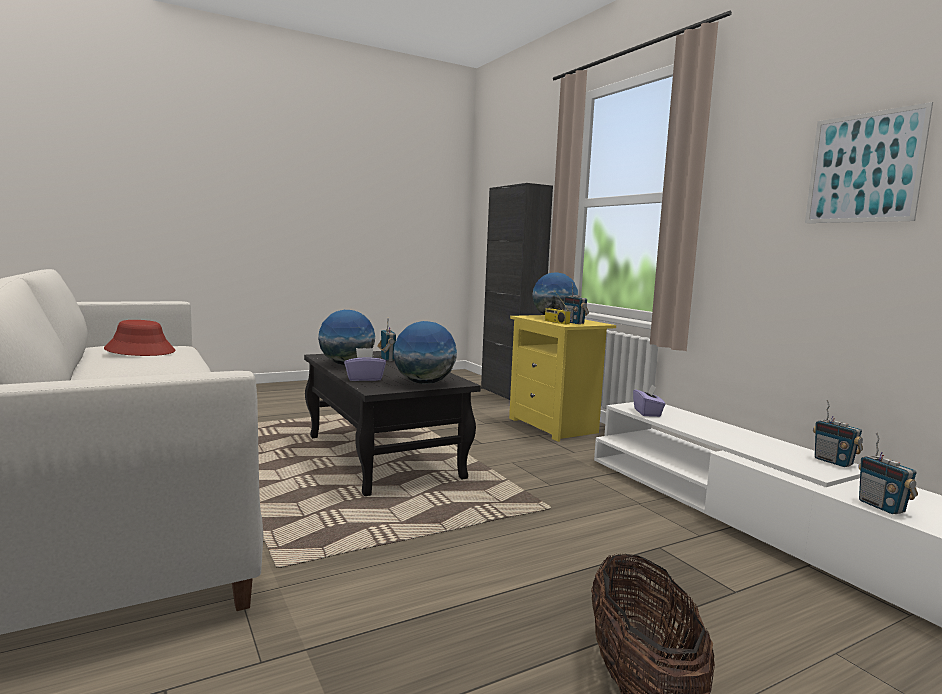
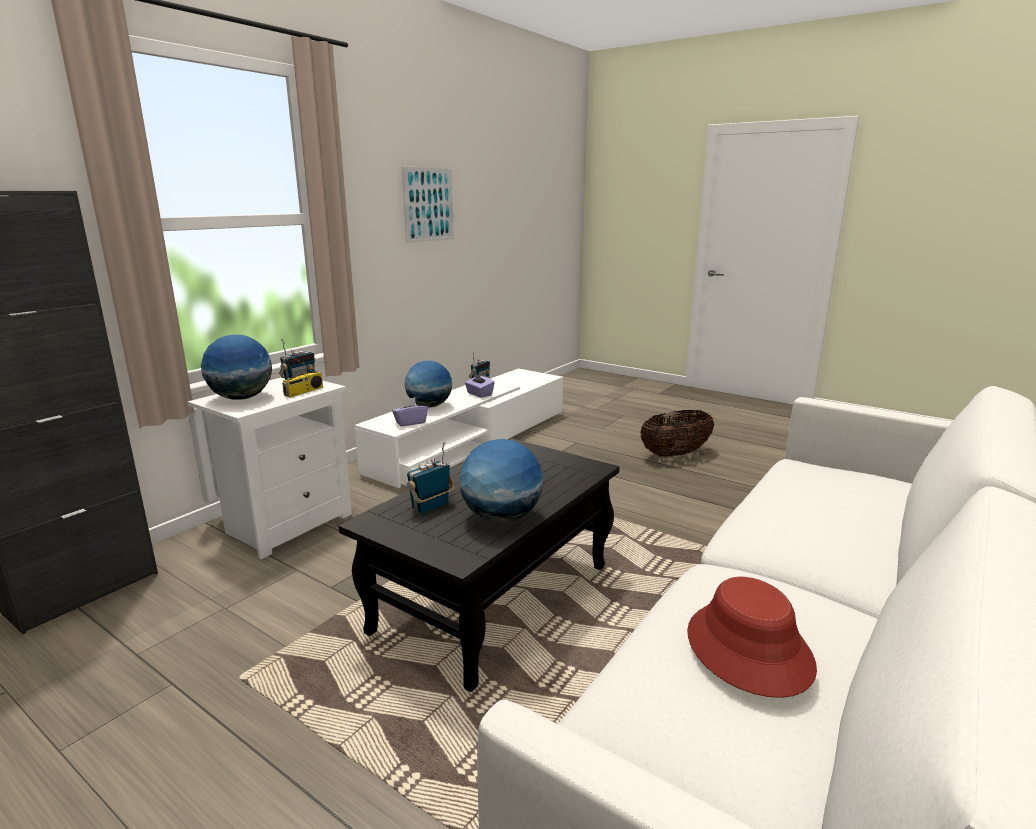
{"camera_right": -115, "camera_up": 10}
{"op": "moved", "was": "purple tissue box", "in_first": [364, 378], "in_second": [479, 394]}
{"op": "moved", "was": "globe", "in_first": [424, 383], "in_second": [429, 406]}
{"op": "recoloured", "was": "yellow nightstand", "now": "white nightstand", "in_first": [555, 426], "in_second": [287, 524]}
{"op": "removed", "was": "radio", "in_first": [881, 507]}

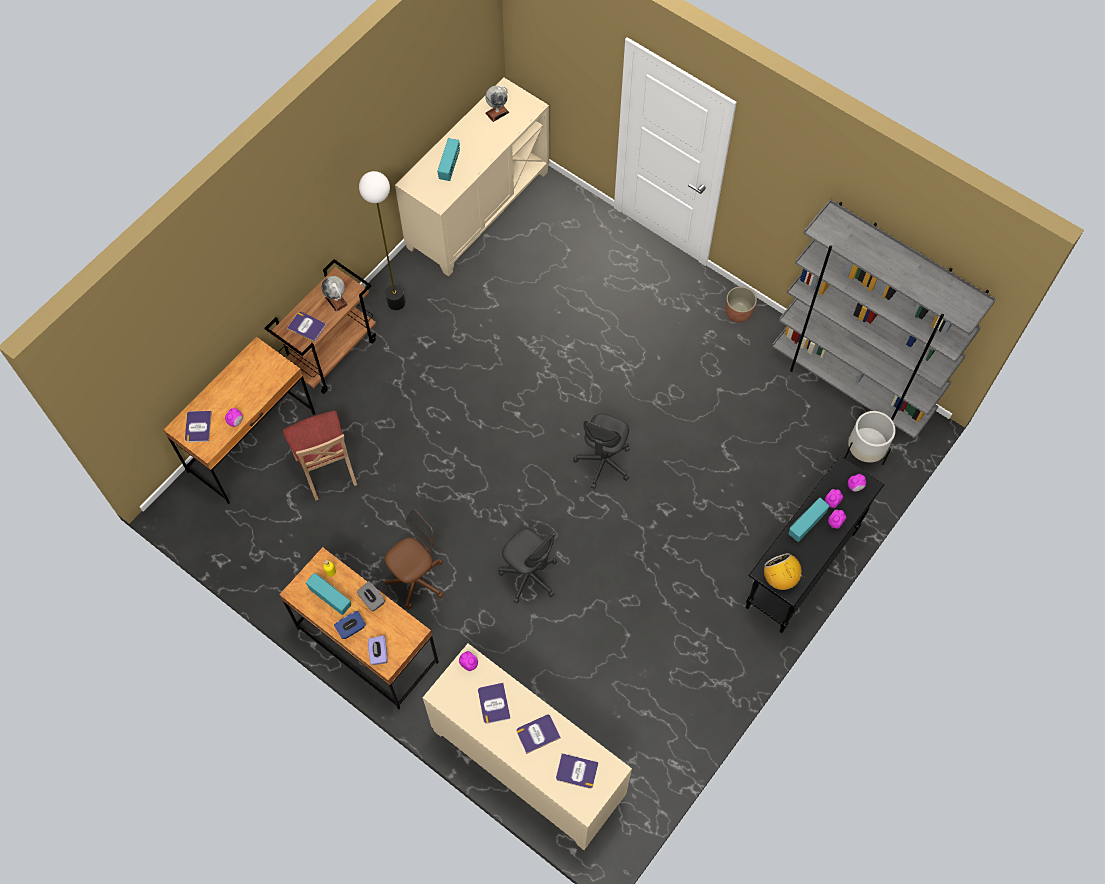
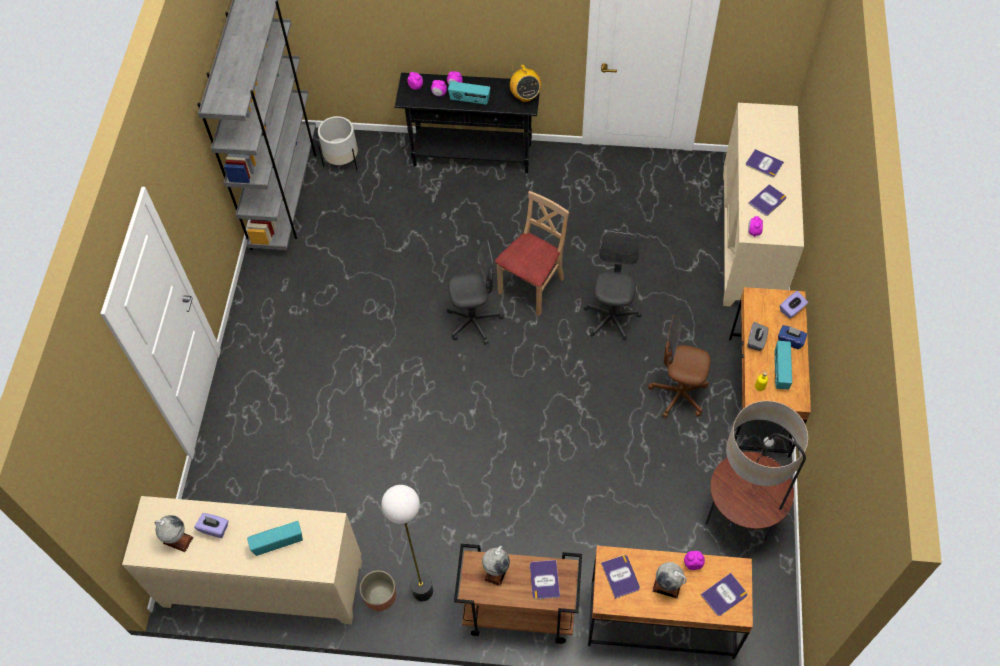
{"camera_right": -120, "camera_up": -5}
{"op": "moved", "was": "beige chair", "in_first": [327, 470], "in_second": [532, 287]}
{"op": "moved", "was": "book", "in_first": [576, 771], "in_second": [620, 576]}
{"op": "moved", "was": "planter", "in_first": [738, 313], "in_second": [380, 597]}
{"op": "turned", "was": "radio", "in_first": [780, 578], "in_second": [525, 96], "clockwise": -45}
{"op": "added", "now": "purple tissue box", "in_second": [214, 528]}
{"op": "added", "now": "globe", "in_second": [667, 586]}
{"op": "added", "now": "floor lamp", "in_second": [739, 520]}

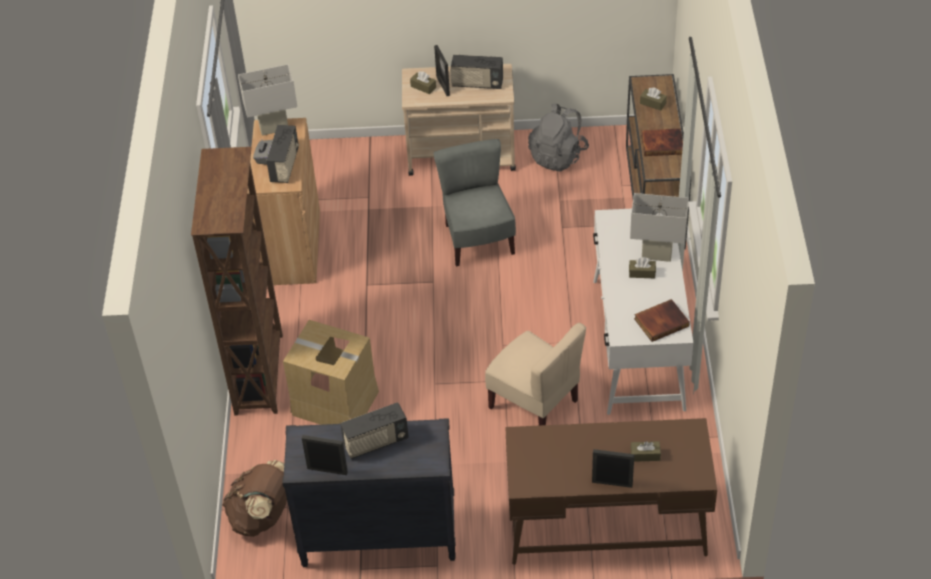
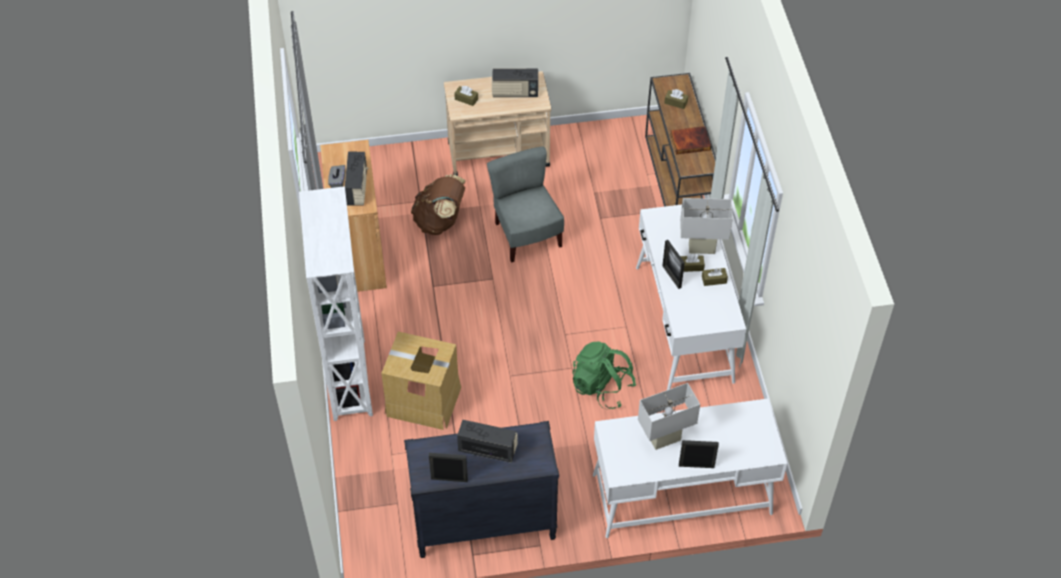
{"camera_right": -10, "camera_up": 5}
{"op": "recoloured", "was": "brown bookcase", "now": "white bookcase", "in_first": [260, 373], "in_second": [350, 379]}
{"op": "moved", "was": "brown backpack", "in_first": [262, 516], "in_second": [440, 221]}
{"op": "moved", "was": "white table lamp", "in_first": [274, 128], "in_second": [665, 439]}
{"op": "turned", "was": "radio", "in_first": [376, 442], "in_second": [488, 449], "clockwise": -135}
{"op": "moved", "was": "picture frame", "in_first": [443, 86], "in_second": [671, 276]}
{"op": "replaced", "was": "beige chair", "now": "green backpack", "in_first": [534, 403], "in_second": [602, 387]}
{"op": "recoloured", "was": "brown desk", "now": "white desk", "in_first": [606, 524], "in_second": [681, 493]}
{"op": "removed", "was": "grey backpack", "in_first": [558, 156]}
{"op": "moved", "was": "brown tissue box", "in_first": [645, 455], "in_second": [714, 280]}
{"op": "removed", "was": "book", "in_first": [661, 321]}

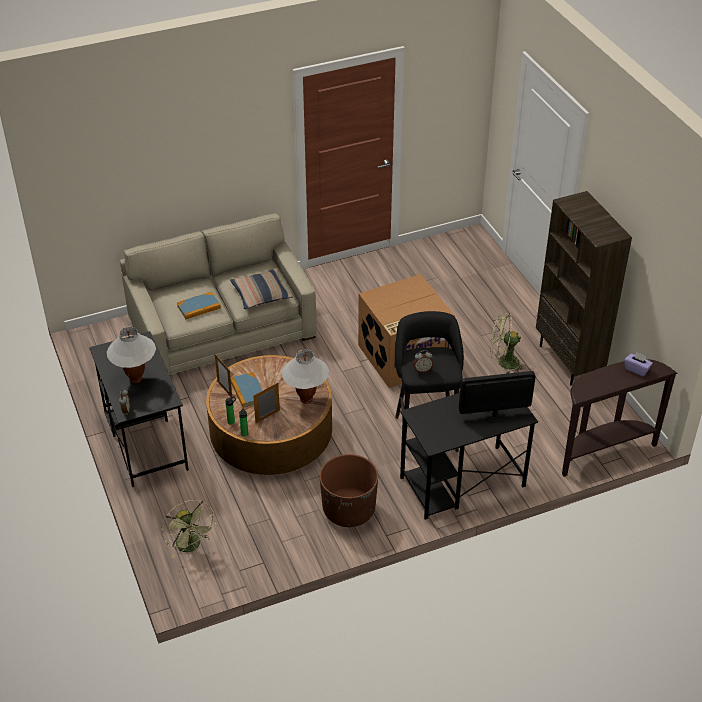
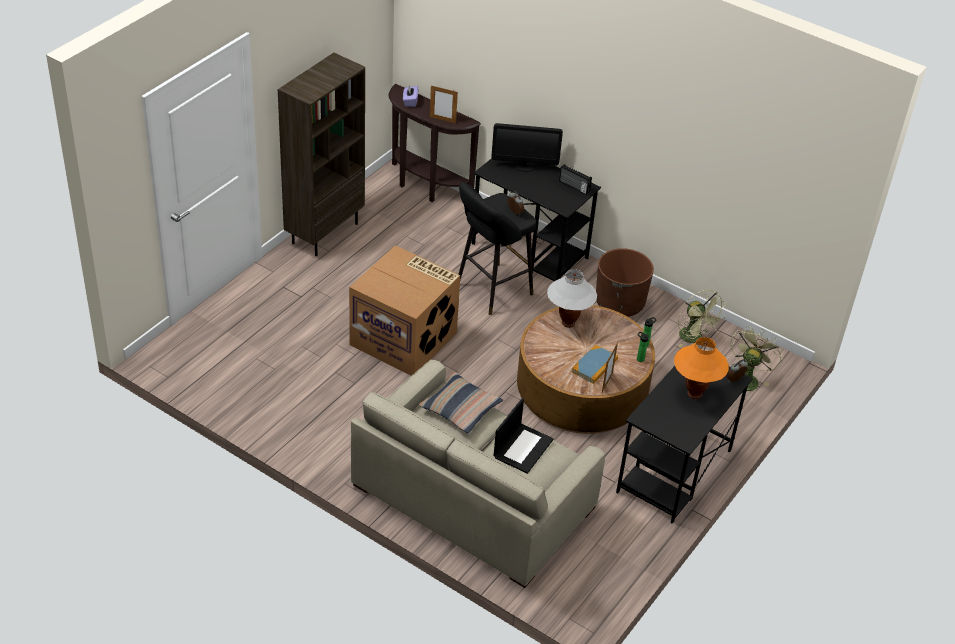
{"camera_right": -125, "camera_up": 0}
{"op": "recoloured", "was": "white table lamp", "now": "orange table lamp", "in_first": [135, 379], "in_second": [694, 394]}
{"op": "replaced", "was": "book", "now": "laptop", "in_first": [199, 307], "in_second": [523, 447]}
{"op": "moved", "was": "picture frame", "in_first": [267, 417], "in_second": [442, 120]}
{"op": "turned", "was": "monitor", "in_first": [494, 416], "in_second": [524, 166], "clockwise": -45}
{"op": "moved", "was": "green fan", "in_first": [503, 362], "in_second": [694, 338]}
{"op": "added", "now": "radio", "in_second": [574, 187]}

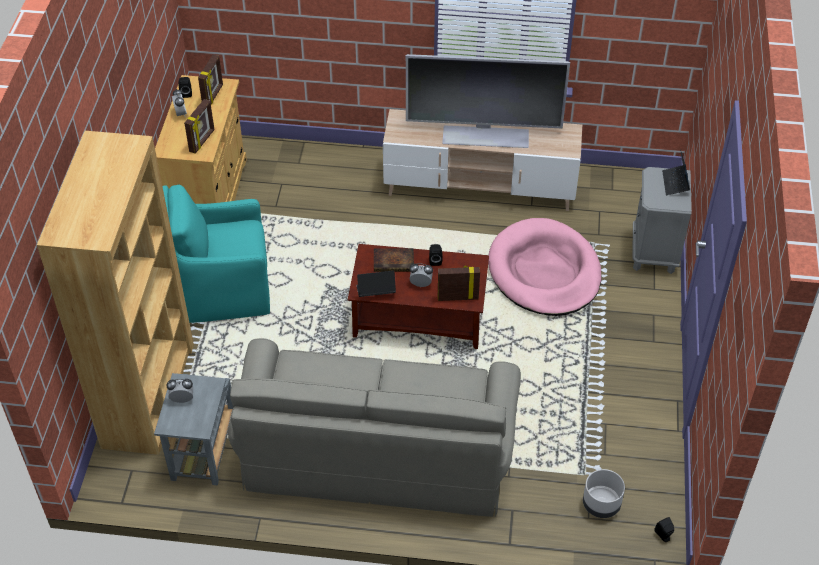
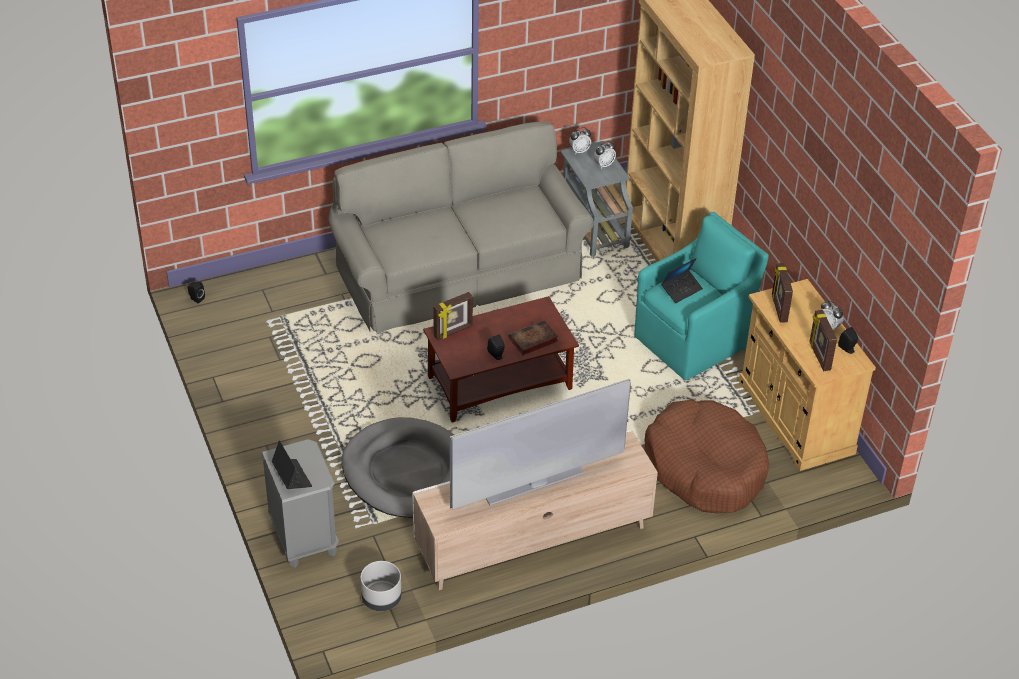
{"camera_right": 150, "camera_up": -5}
{"op": "moved", "was": "laptop", "in_first": [375, 291], "in_second": [681, 289]}
{"op": "moved", "was": "alarm clock", "in_first": [420, 284], "in_second": [579, 151]}
{"op": "recoloured", "was": "pink dog bed", "now": "grey dog bed", "in_first": [544, 271], "in_second": [408, 472]}
{"op": "moved", "was": "grey planter", "in_first": [601, 504], "in_second": [381, 599]}
{"op": "added", "now": "brown dog bed", "in_second": [705, 467]}

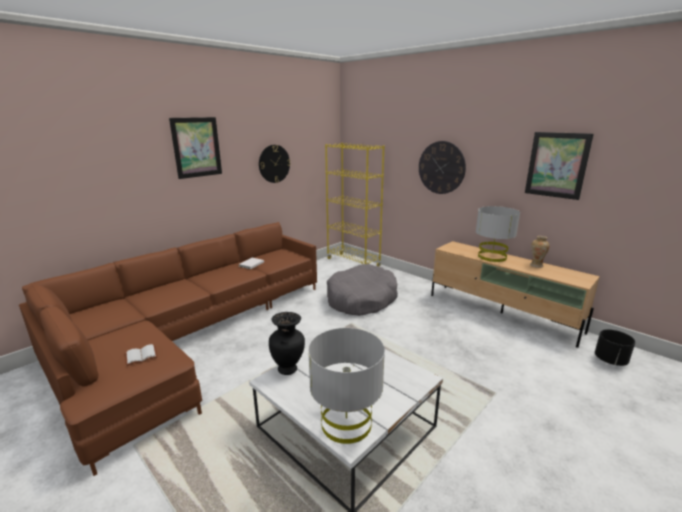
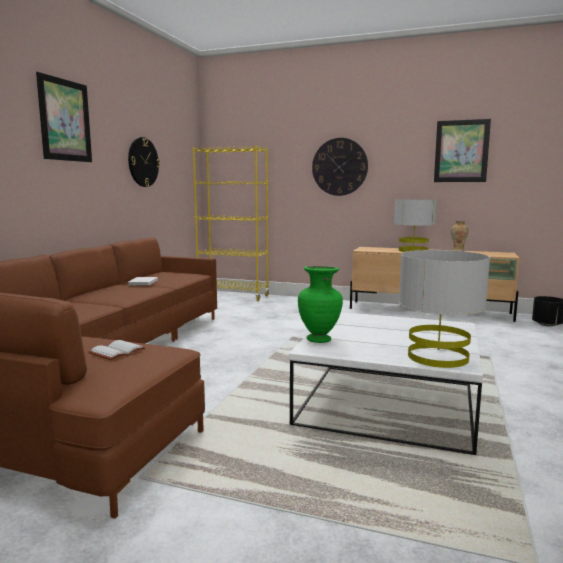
{"camera_right": -25, "camera_up": -10}
{"op": "recoloured", "was": "black vase", "now": "green vase", "in_first": [288, 369], "in_second": [319, 340]}
{"op": "removed", "was": "grey dog bed", "in_first": [361, 299]}

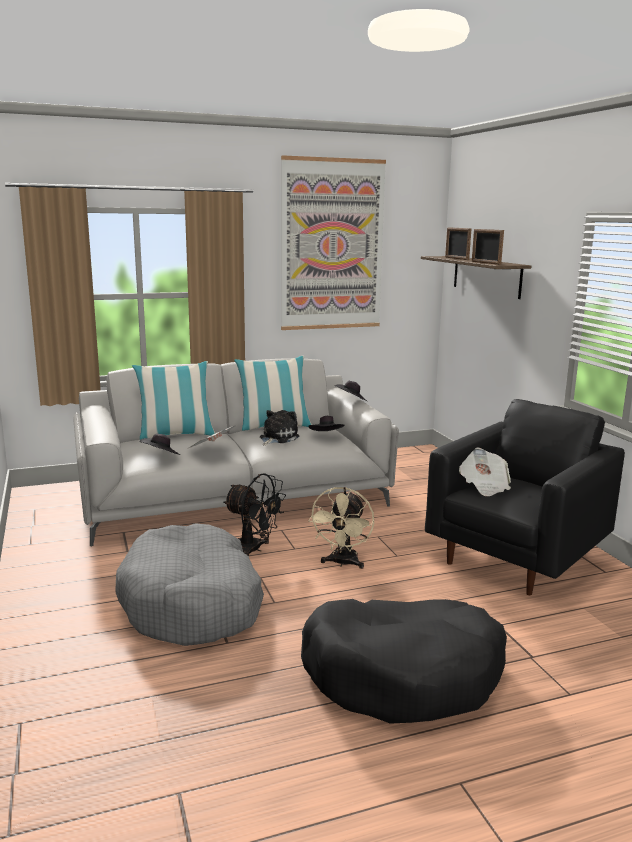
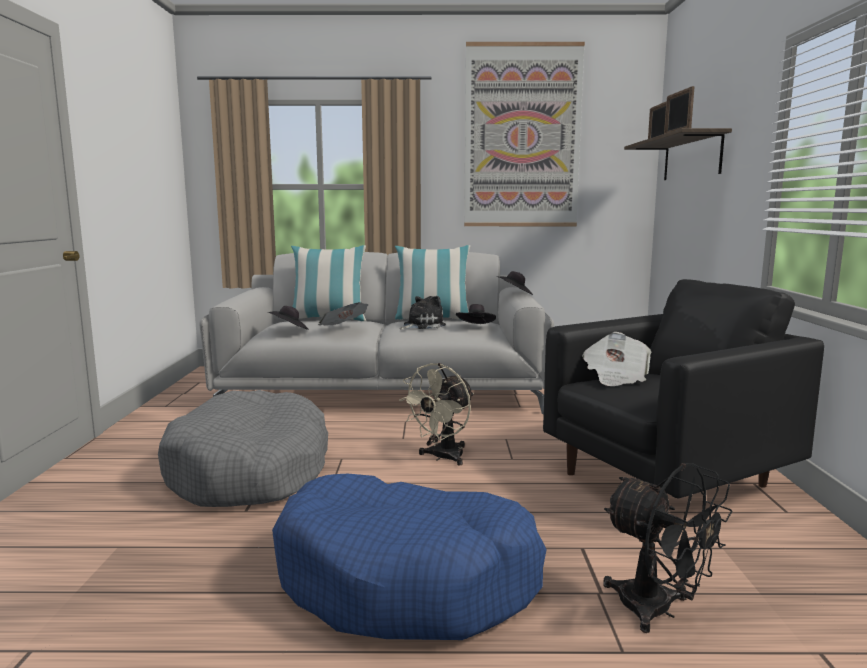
{"camera_right": 20, "camera_up": -5}
{"op": "moved", "was": "black fan", "in_first": [254, 549], "in_second": [658, 610]}
{"op": "recoloured", "was": "black dog bed", "now": "blue dog bed", "in_first": [403, 674], "in_second": [407, 579]}

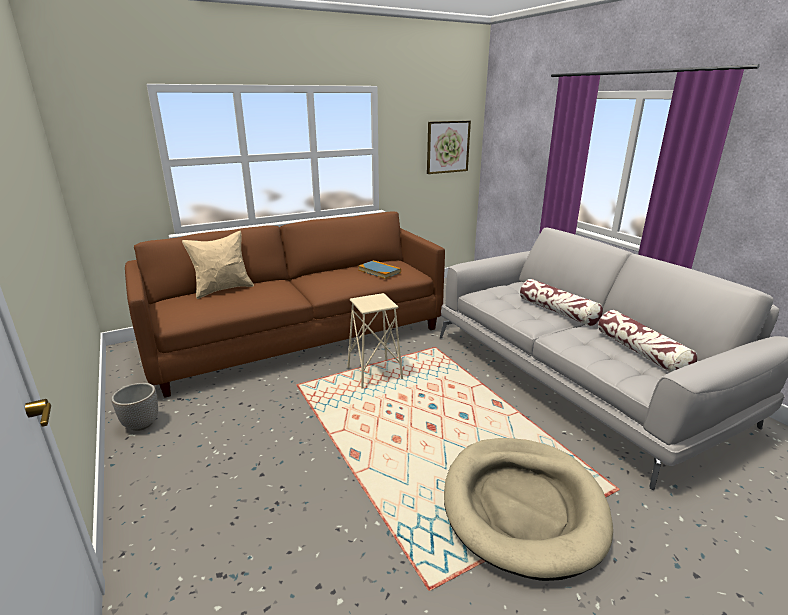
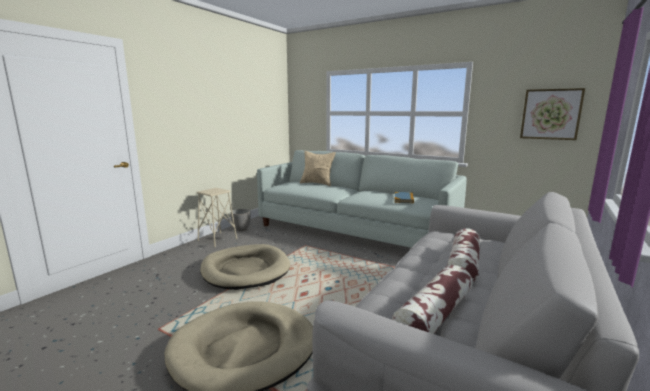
{"camera_right": 60, "camera_up": -10}
{"op": "recoloured", "was": "brown sofa", "now": "white sofa", "in_first": [299, 337], "in_second": [354, 231]}
{"op": "moved", "was": "beige stool", "in_first": [374, 373], "in_second": [217, 239]}
{"op": "added", "now": "beige dog bed", "in_second": [245, 270]}

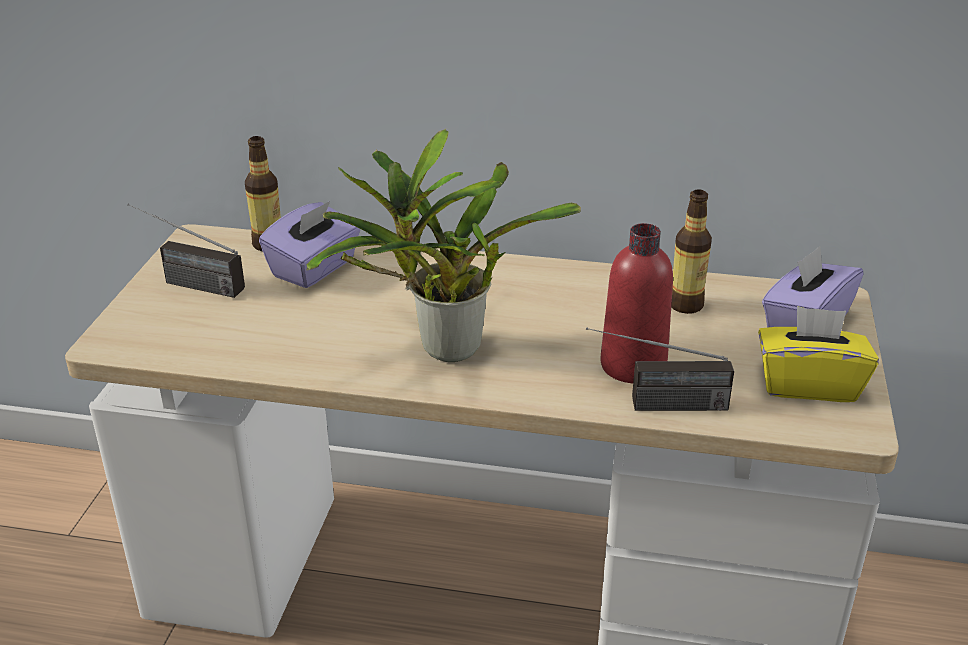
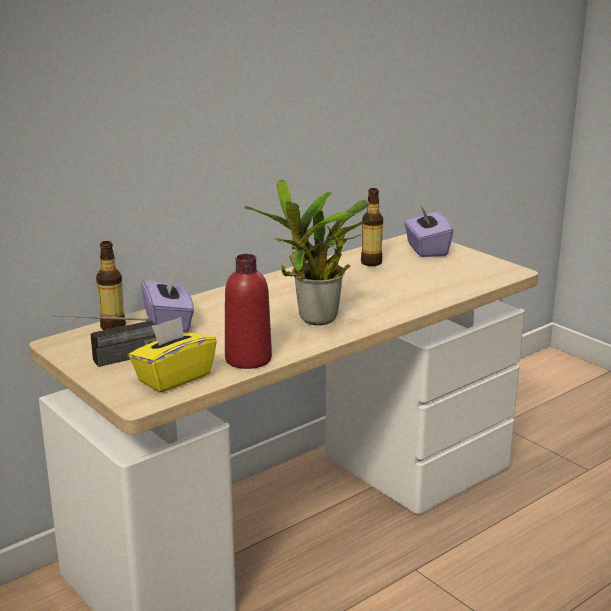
{"camera_right": -50, "camera_up": -10}
{"op": "removed", "was": "radio", "in_first": [654, 405]}
{"op": "moved", "was": "red bottle", "in_first": [633, 365], "in_second": [248, 359]}
{"op": "moved", "was": "yellow tissue box", "in_first": [808, 384], "in_second": [174, 378]}

